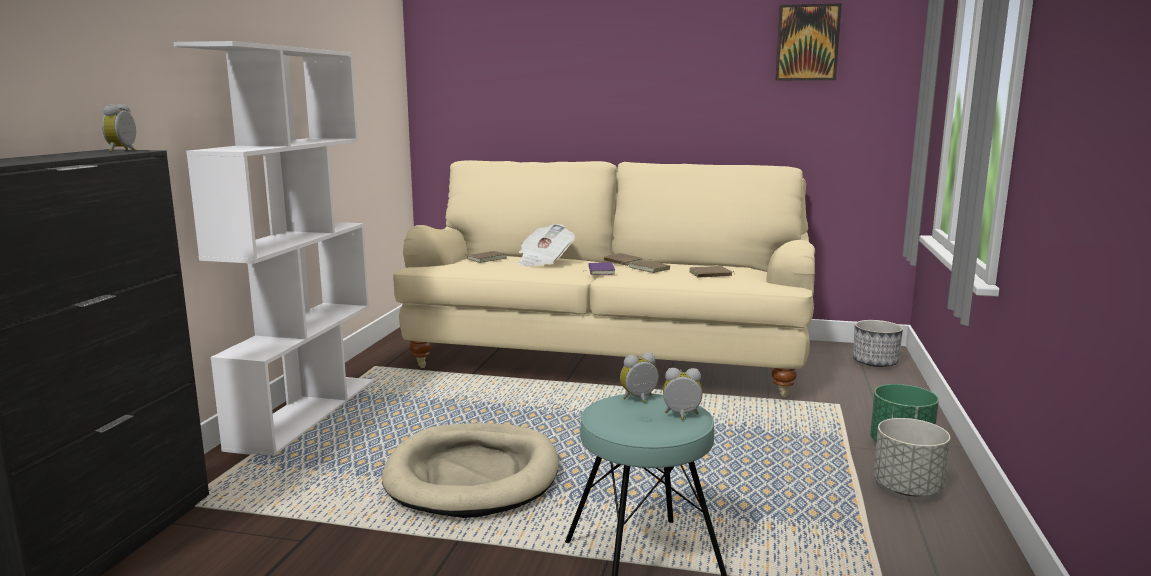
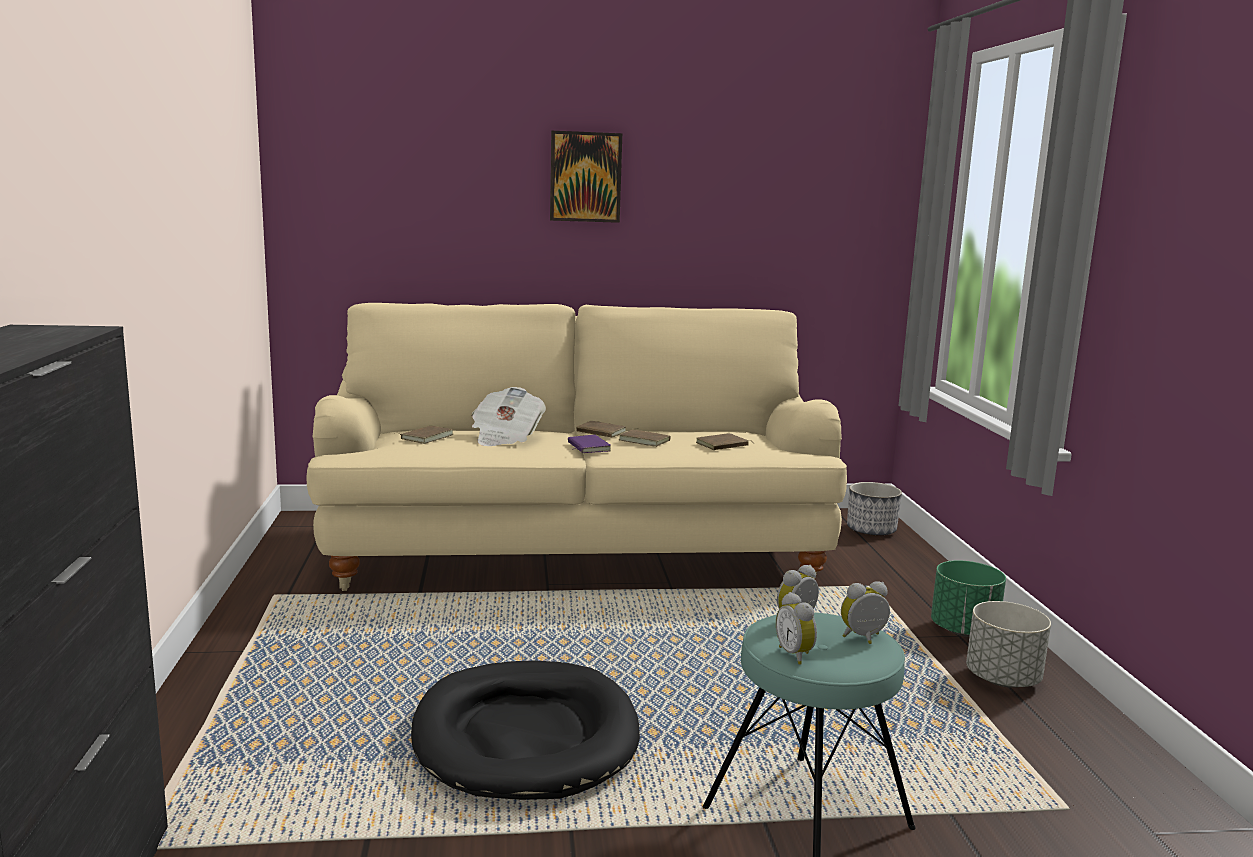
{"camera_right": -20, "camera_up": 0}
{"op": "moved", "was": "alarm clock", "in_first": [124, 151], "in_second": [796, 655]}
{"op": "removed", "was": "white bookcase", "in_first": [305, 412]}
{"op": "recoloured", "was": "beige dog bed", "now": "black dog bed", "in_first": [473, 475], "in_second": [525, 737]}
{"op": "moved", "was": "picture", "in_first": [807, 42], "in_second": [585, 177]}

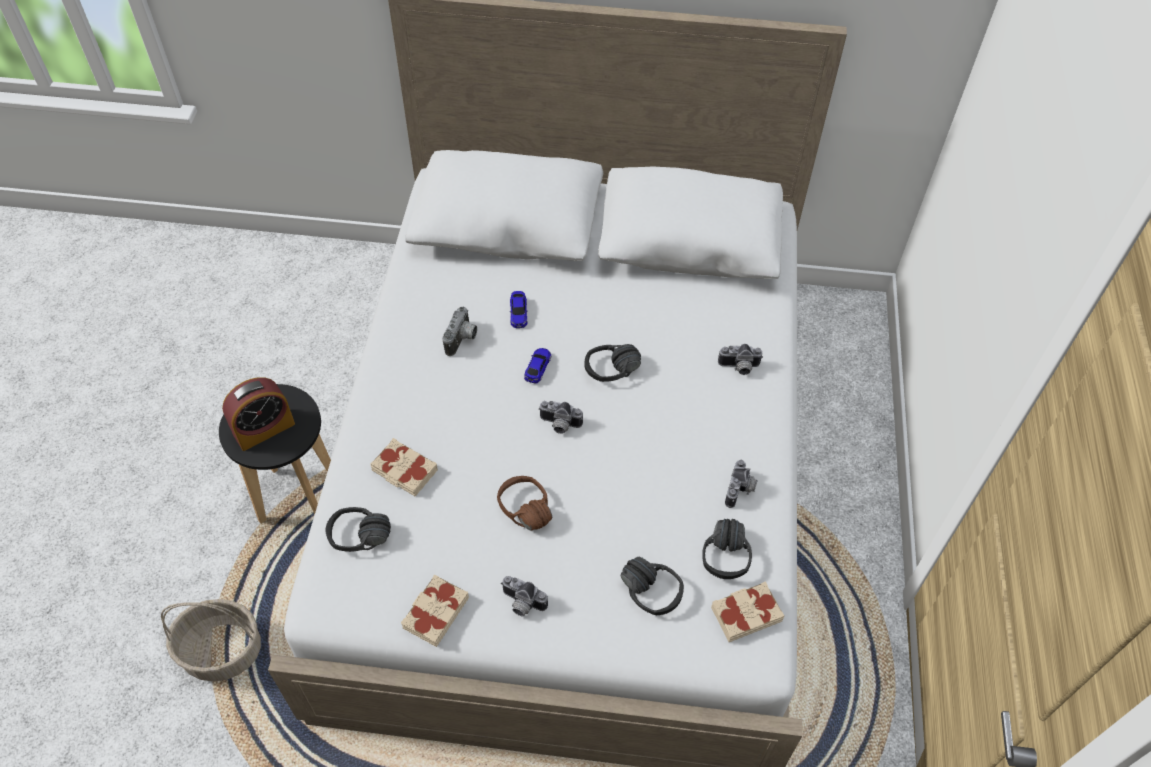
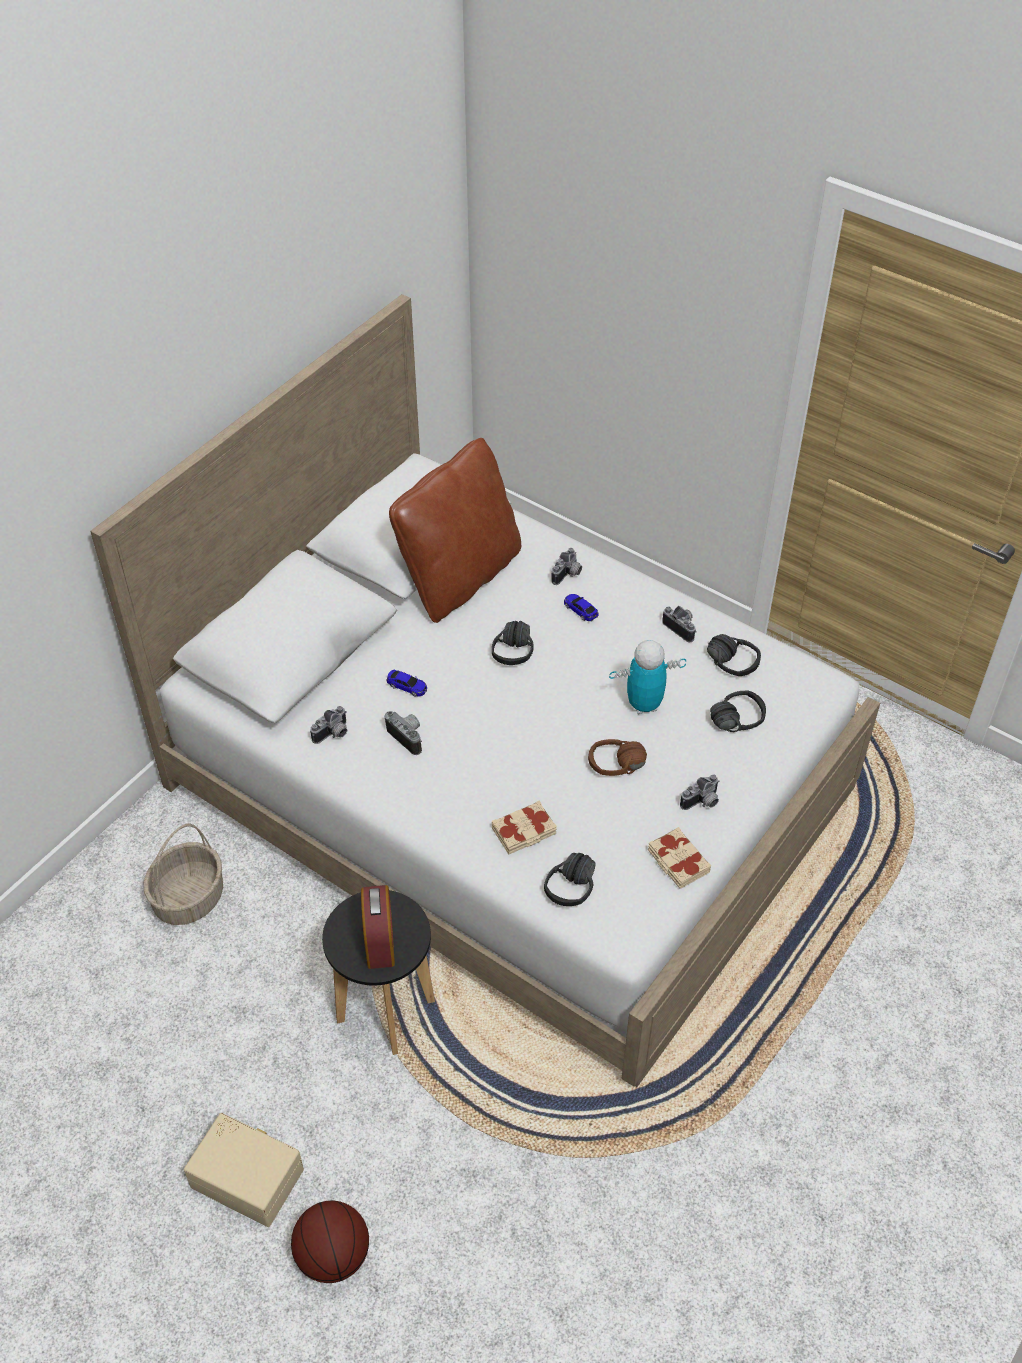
{"camera_right": -60, "camera_up": -5}
{"op": "moved", "was": "basket", "in_first": [221, 652], "in_second": [189, 899]}
{"op": "moved", "was": "toy car", "in_first": [538, 368], "in_second": [580, 610]}
{"op": "moved", "was": "photo camera", "in_first": [559, 425], "in_second": [333, 734]}
{"op": "removed", "was": "beige book", "in_first": [745, 614]}
{"op": "added", "now": "beige storage box", "in_second": [248, 1175]}
{"op": "added", "now": "basketball", "in_second": [333, 1256]}
{"op": "added", "now": "brown pillow", "in_second": [459, 577]}
{"op": "added", "now": "toy robot", "in_second": [644, 705]}

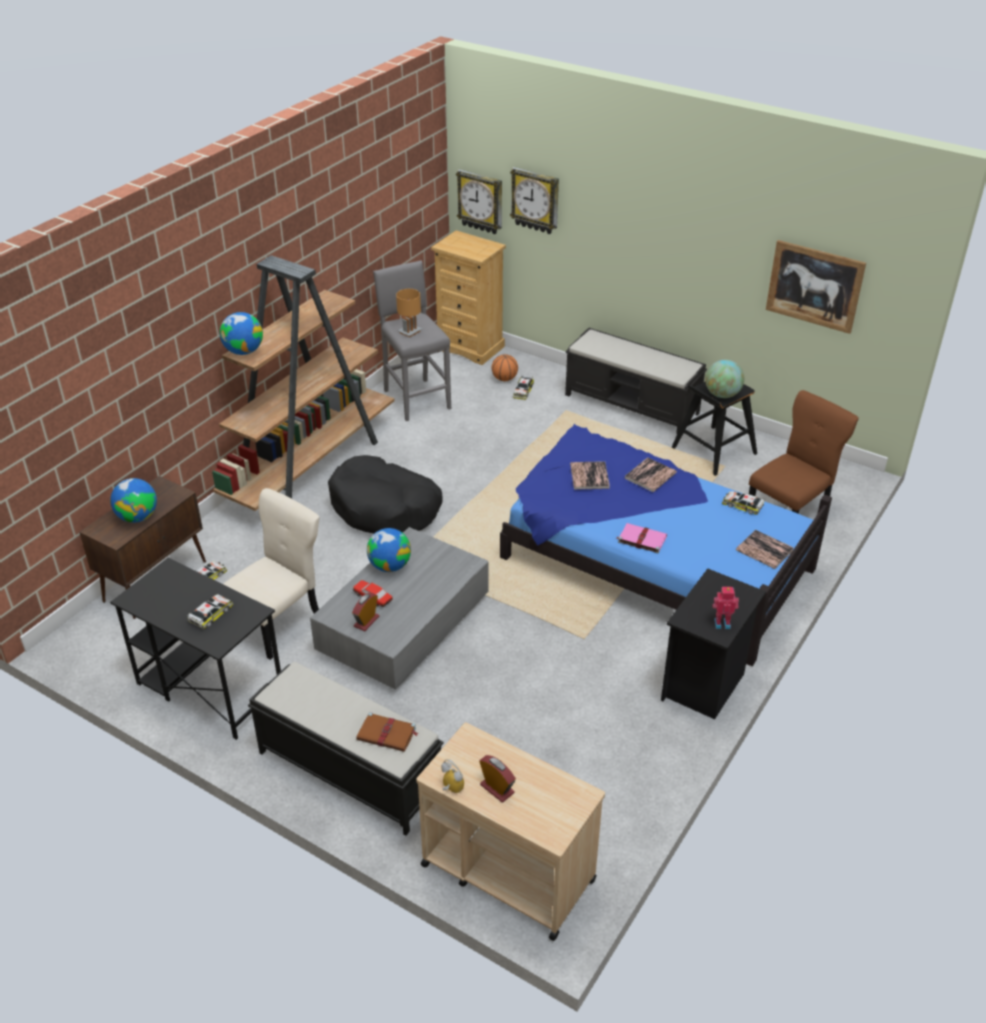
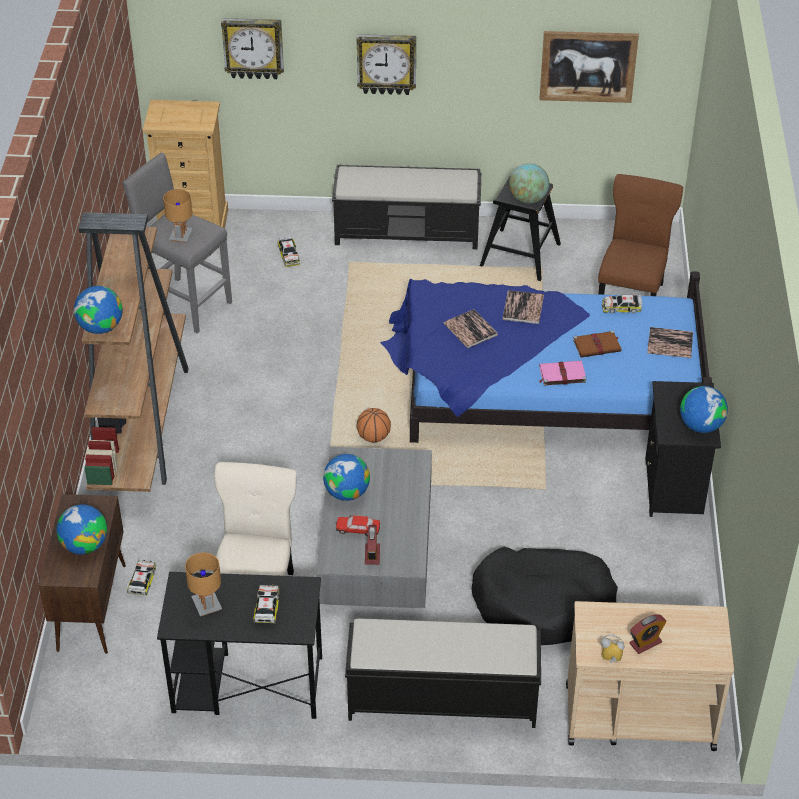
{"camera_right": -30, "camera_up": 5}
{"op": "moved", "was": "black dog bed", "in_first": [385, 508], "in_second": [543, 604]}
{"op": "moved", "was": "brown book", "in_first": [387, 734], "in_second": [597, 346]}
{"op": "moved", "was": "wall clock", "in_first": [480, 201], "in_second": [386, 63]}
{"op": "turned", "was": "alarm clock", "in_first": [497, 789], "in_second": [645, 643], "clockwise": 135}
{"op": "moved", "was": "basketball", "in_first": [504, 379], "in_second": [373, 437]}
{"op": "replaced", "was": "toy robot", "now": "globe", "in_first": [722, 623], "in_second": [701, 426]}
{"op": "added", "now": "brown table lamp", "in_second": [207, 604]}

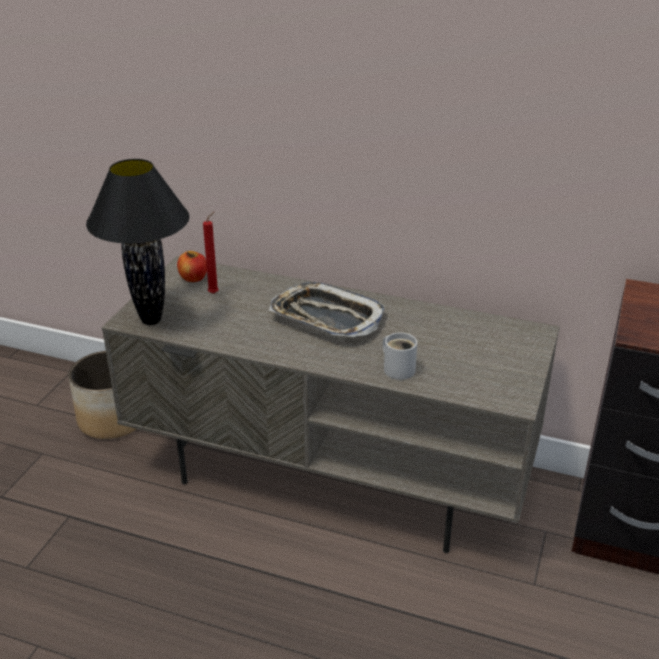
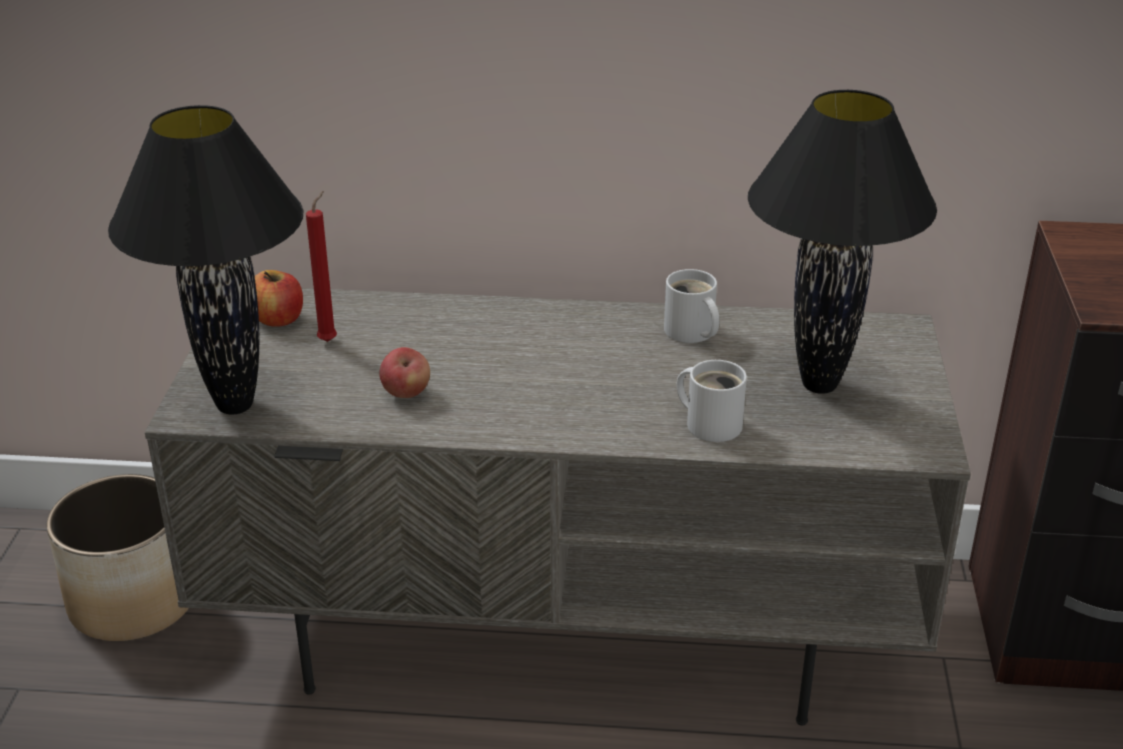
{"camera_right": -15, "camera_up": 0}
{"op": "removed", "was": "tray", "in_first": [326, 318]}
{"op": "added", "now": "apple", "in_second": [406, 393]}
{"op": "added", "now": "white mug", "in_second": [690, 333]}
{"op": "added", "now": "black table lamp", "in_second": [821, 384]}

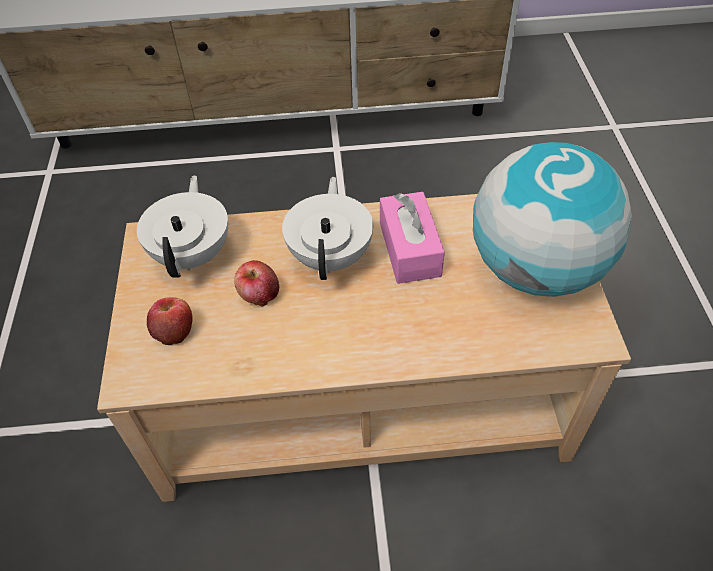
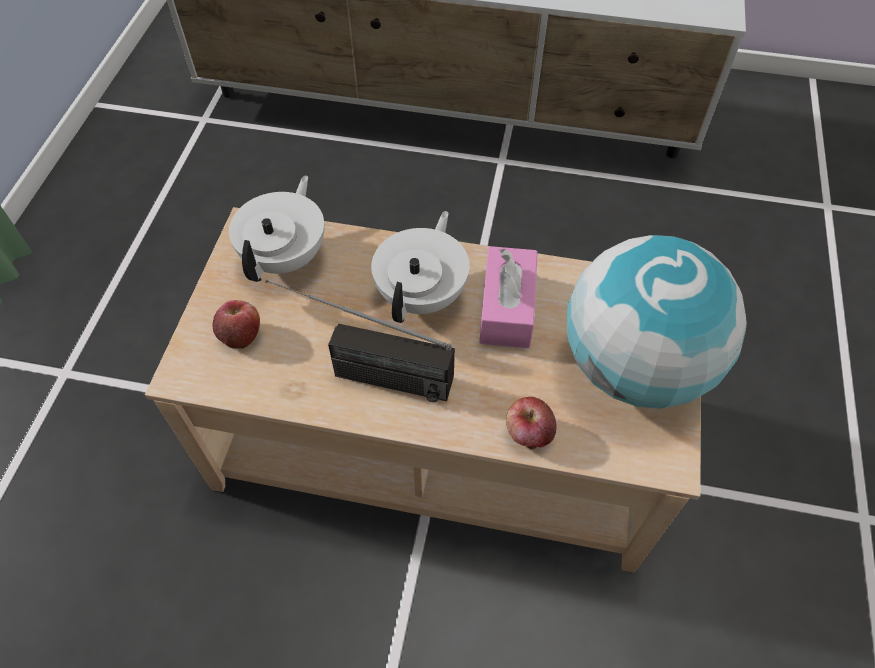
{"camera_right": 15, "camera_up": 5}
{"op": "moved", "was": "apple", "in_first": [259, 295], "in_second": [528, 433]}
{"op": "added", "now": "radio", "in_second": [363, 373]}

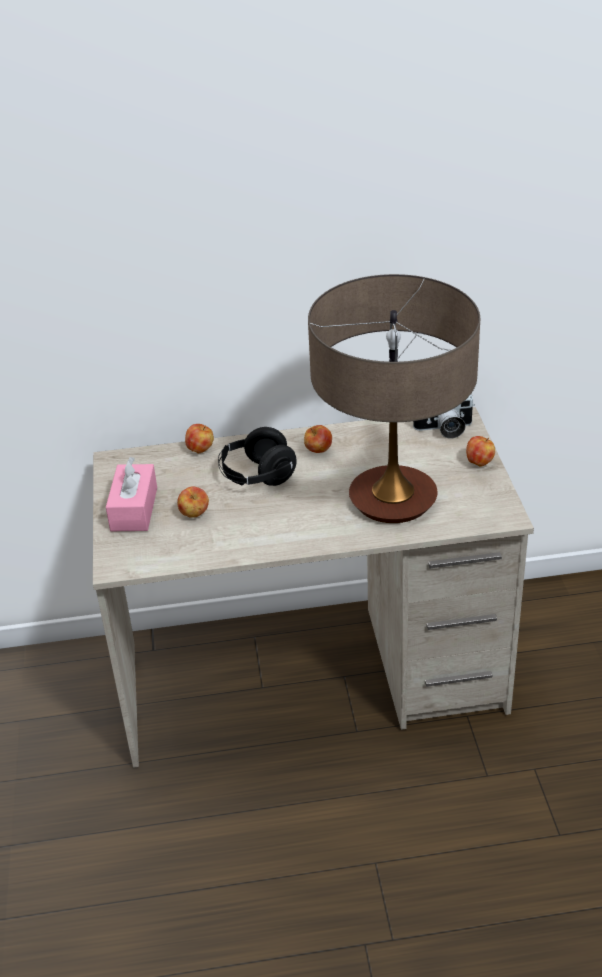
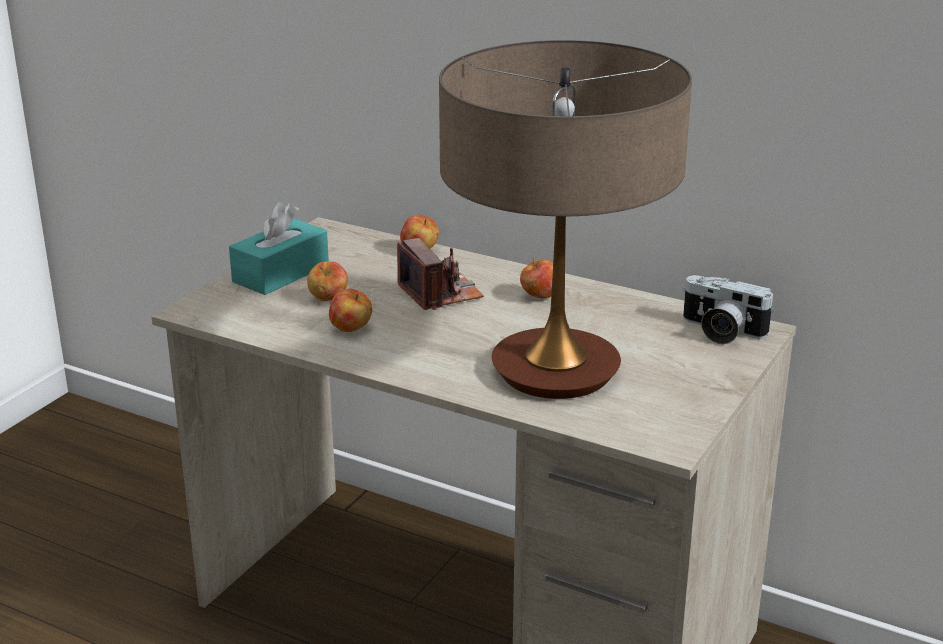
{"camera_right": 35, "camera_up": -10}
{"op": "recoloured", "was": "pink tissue box", "now": "turquoise tissue box", "in_first": [134, 509], "in_second": [281, 273]}
{"op": "replaced", "was": "black headphones", "now": "photo camera", "in_first": [257, 476], "in_second": [440, 294]}
{"op": "moved", "was": "apple", "in_first": [479, 462], "in_second": [351, 329]}

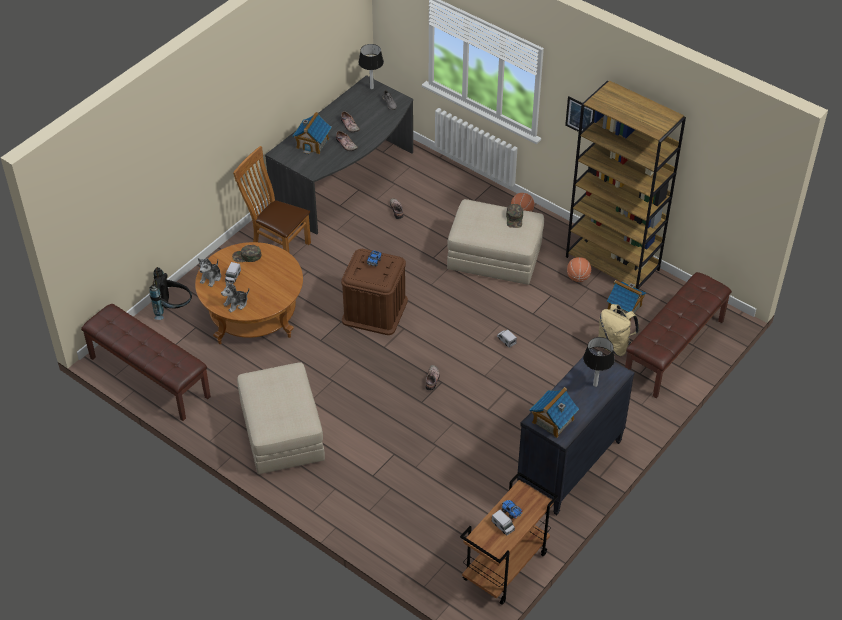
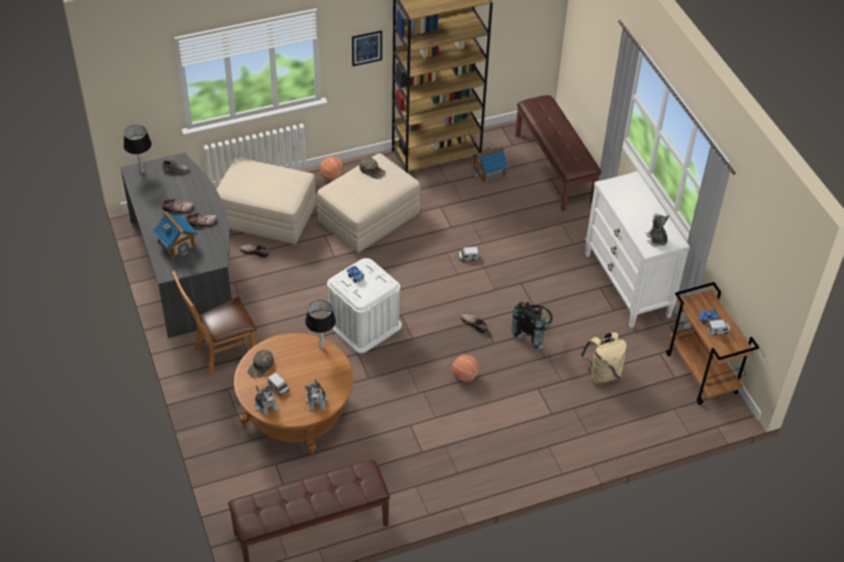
{"camera_right": -60, "camera_up": 0}
{"op": "moved", "was": "black backpack", "in_first": [173, 309], "in_second": [532, 333]}
{"op": "moved", "was": "beige ottoman", "in_first": [282, 433], "in_second": [266, 216]}
{"op": "recoloured", "was": "brown storage box", "now": "white storage box", "in_first": [375, 310], "in_second": [364, 324]}
{"op": "recoloured", "was": "black dresser", "now": "white dresser", "in_first": [569, 466], "in_second": [627, 286]}
{"op": "replaced", "was": "toy house", "now": "plush toy", "in_first": [552, 421], "in_second": [656, 240]}
{"op": "moved", "was": "basketball", "in_first": [578, 277], "in_second": [465, 376]}
{"op": "moved", "was": "table lamp", "in_first": [595, 384], "in_second": [321, 346]}
{"op": "moved", "was": "beige backpack", "in_first": [614, 346], "in_second": [602, 374]}

